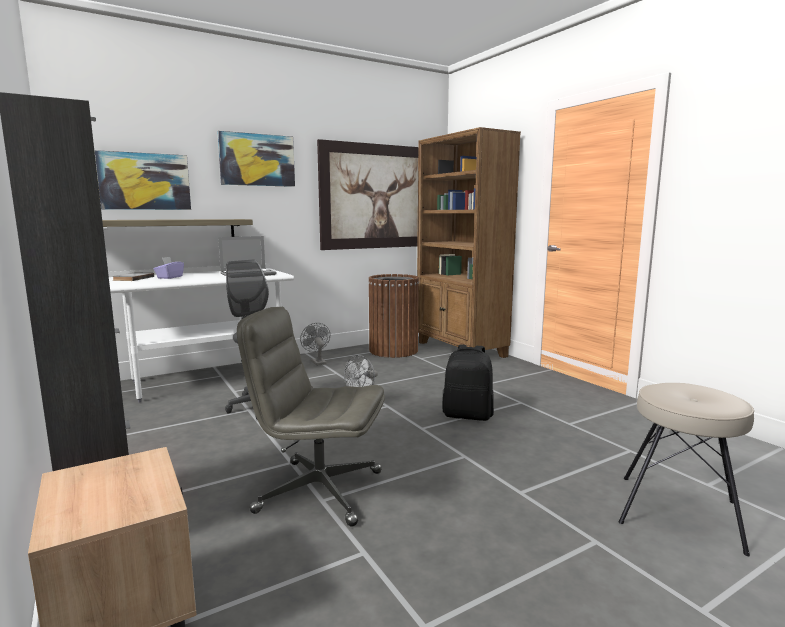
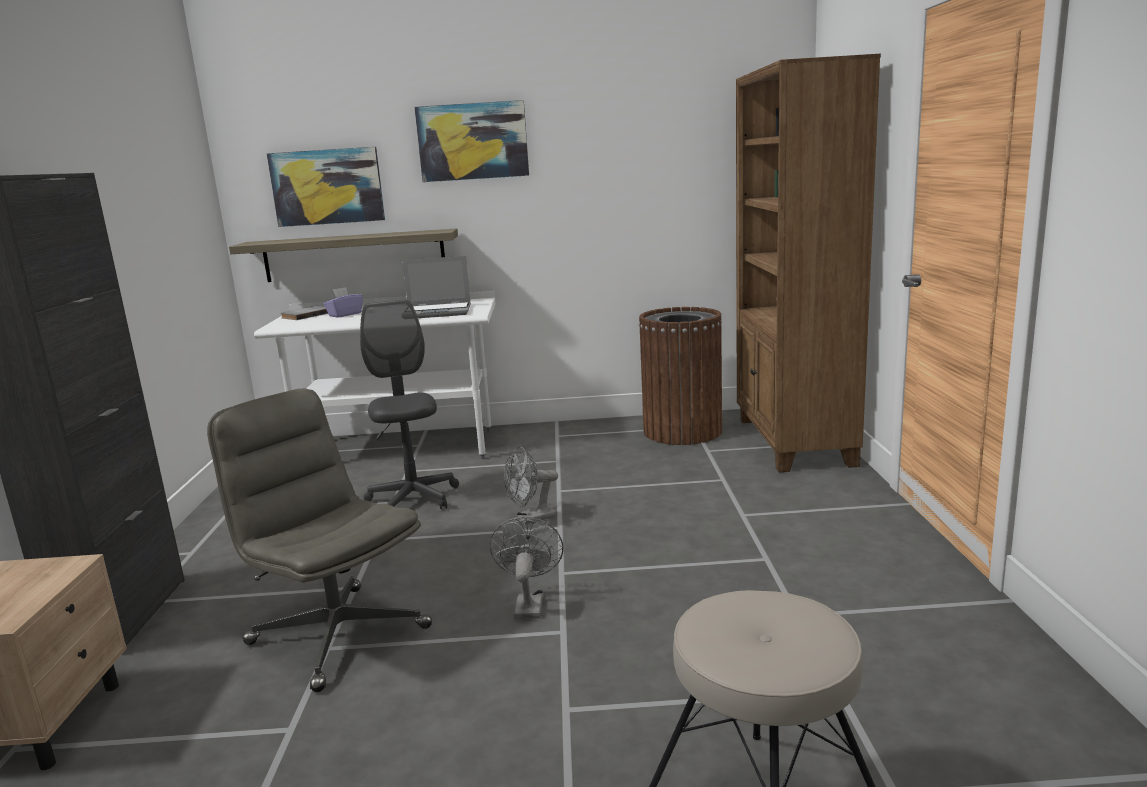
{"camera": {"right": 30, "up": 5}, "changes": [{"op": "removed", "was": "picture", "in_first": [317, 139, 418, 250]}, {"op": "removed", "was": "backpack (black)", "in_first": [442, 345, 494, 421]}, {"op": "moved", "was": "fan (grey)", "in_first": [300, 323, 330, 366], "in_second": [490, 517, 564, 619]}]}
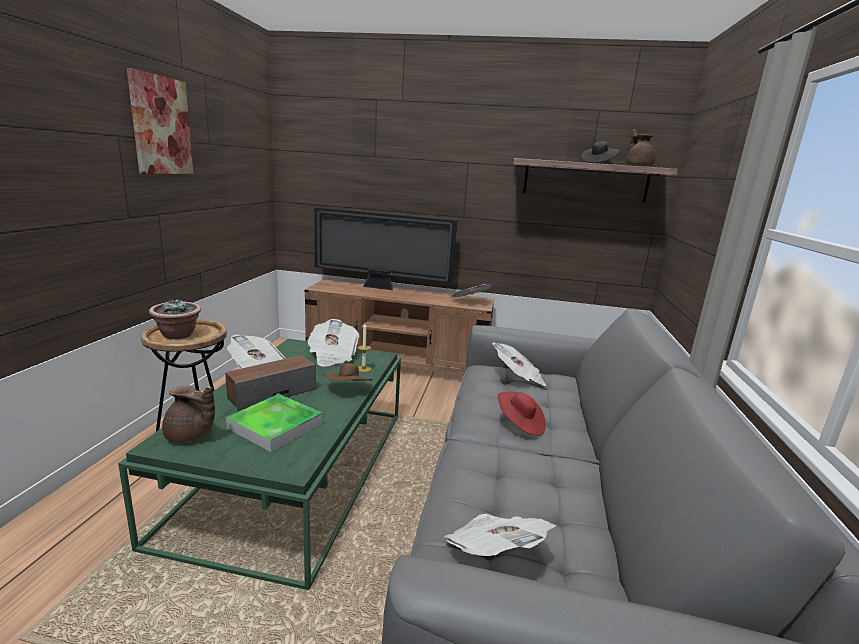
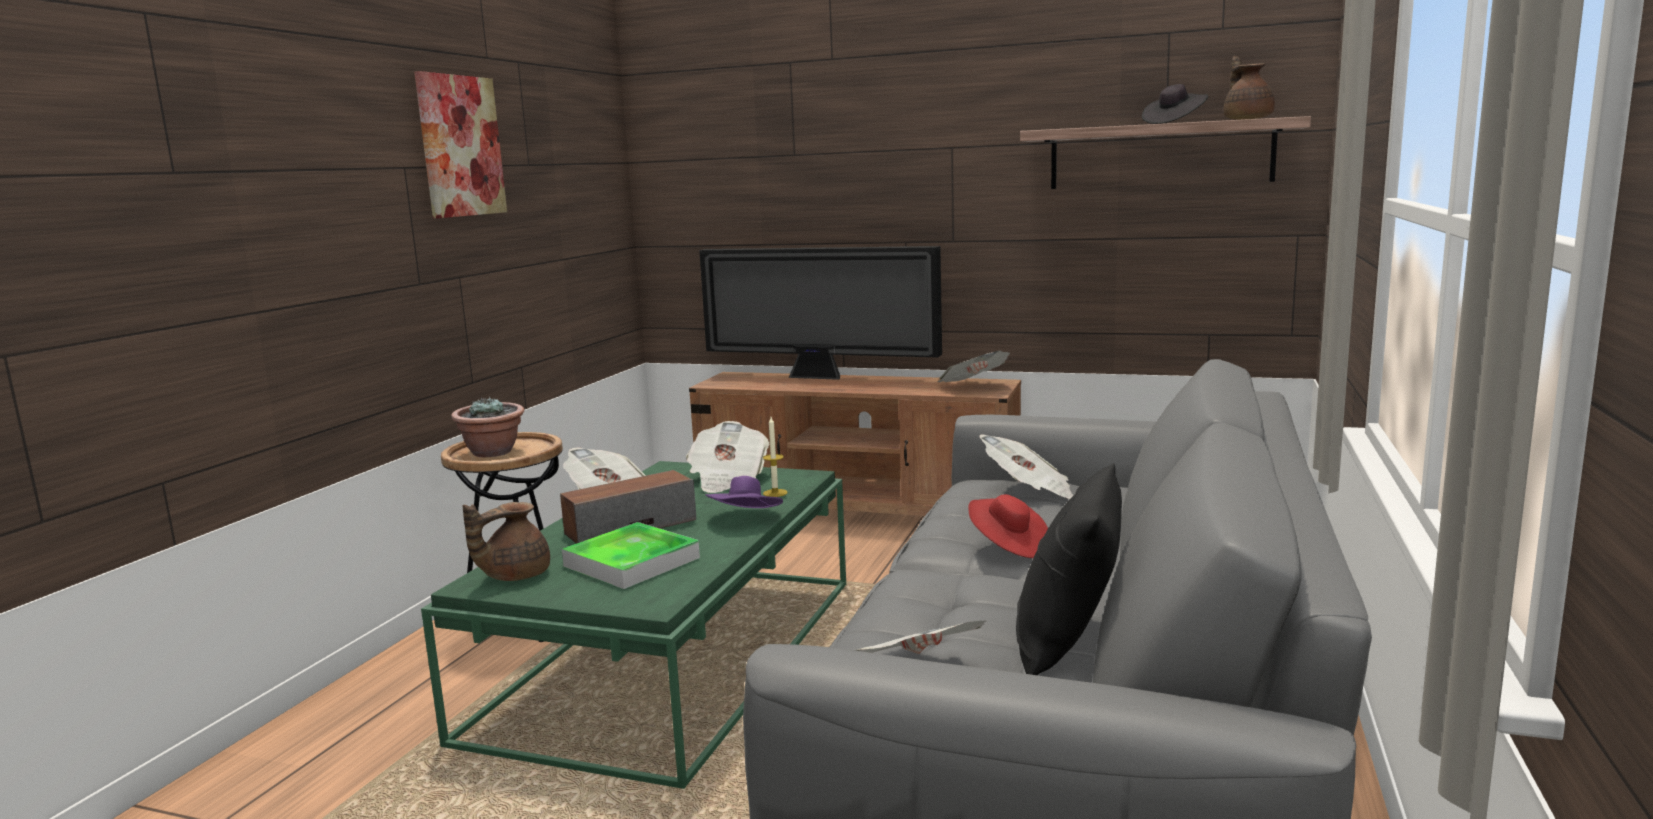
{"camera": {"right": 10, "up": -5}, "changes": [{"op": "added", "now": "pillow (black)", "in_second": [1016, 463, 1122, 675]}, {"op": "recoloured", "was": "hat (brown)", "now": "hat (purple)", "in_first": [323, 363, 373, 381], "in_second": [705, 476, 783, 508]}, {"op": "turned", "was": "teapot (brown)", "in_first": [162, 385, 215, 442], "in_second": [462, 502, 550, 581], "clockwise": 105}]}
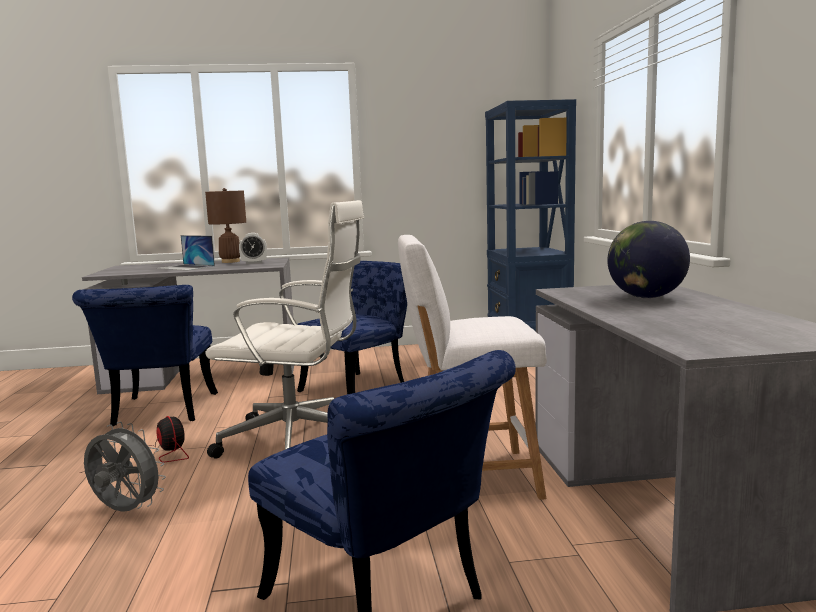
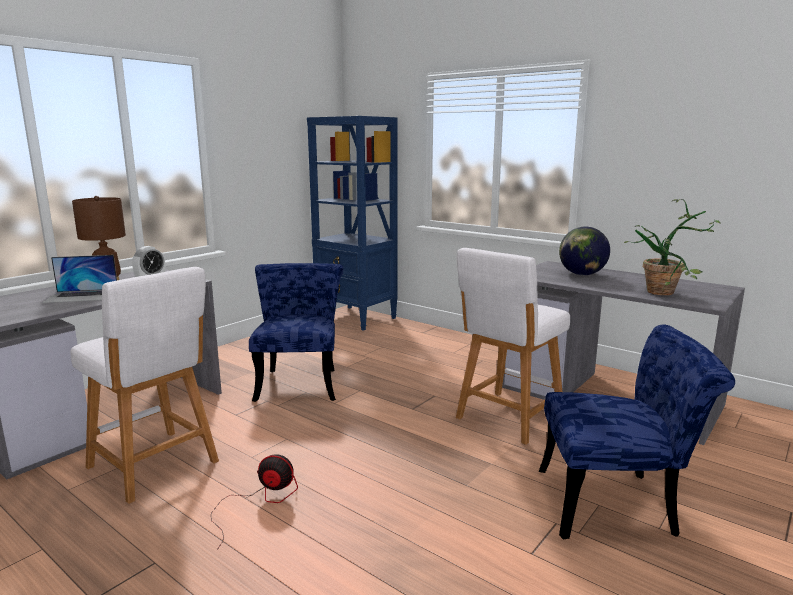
{"camera": {"right": -45, "up": 5}, "changes": [{"op": "removed", "was": "fan (grey)", "in_first": [84, 422, 166, 512]}, {"op": "removed", "was": "office chair (white)", "in_first": [205, 200, 364, 459]}, {"op": "added", "now": "potted plant", "in_second": [624, 199, 721, 295]}, {"op": "replaced", "was": "chair (blue)", "now": "stool (white)", "in_first": [72, 285, 218, 426], "in_second": [70, 267, 219, 504]}]}
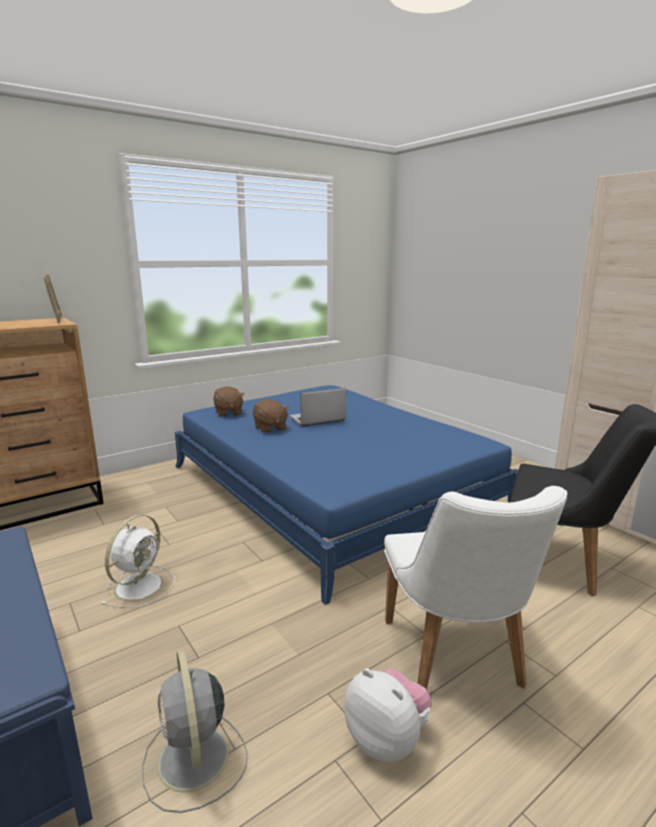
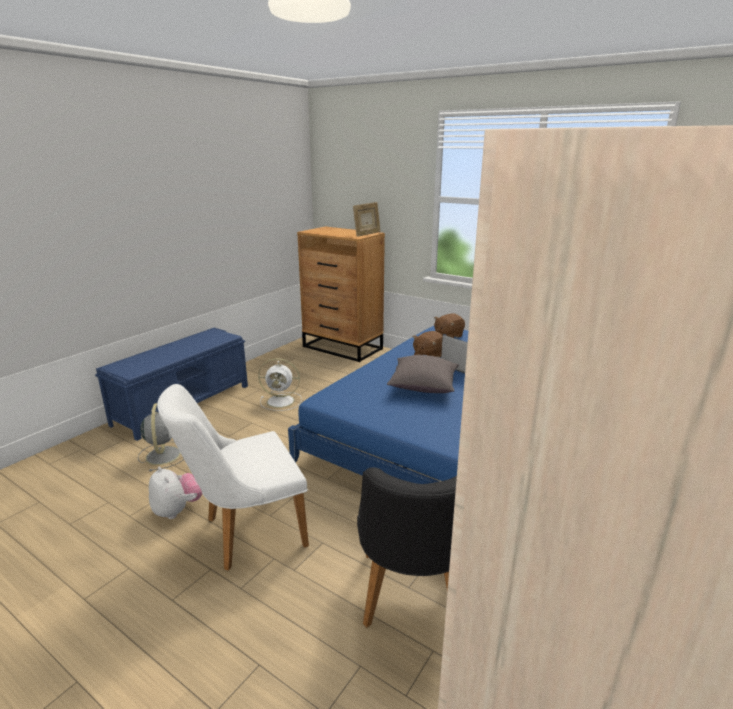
{"camera": {"right": 70, "up": 5}, "changes": [{"op": "added", "now": "pillow (grey)", "in_second": [387, 355, 459, 393]}, {"op": "turned", "was": "fan (grey)", "in_first": [142, 649, 248, 813], "in_second": [138, 403, 184, 471], "clockwise": 120}, {"op": "turned", "was": "plush toy", "in_first": [344, 668, 432, 762], "in_second": [149, 466, 202, 519], "clockwise": -60}]}
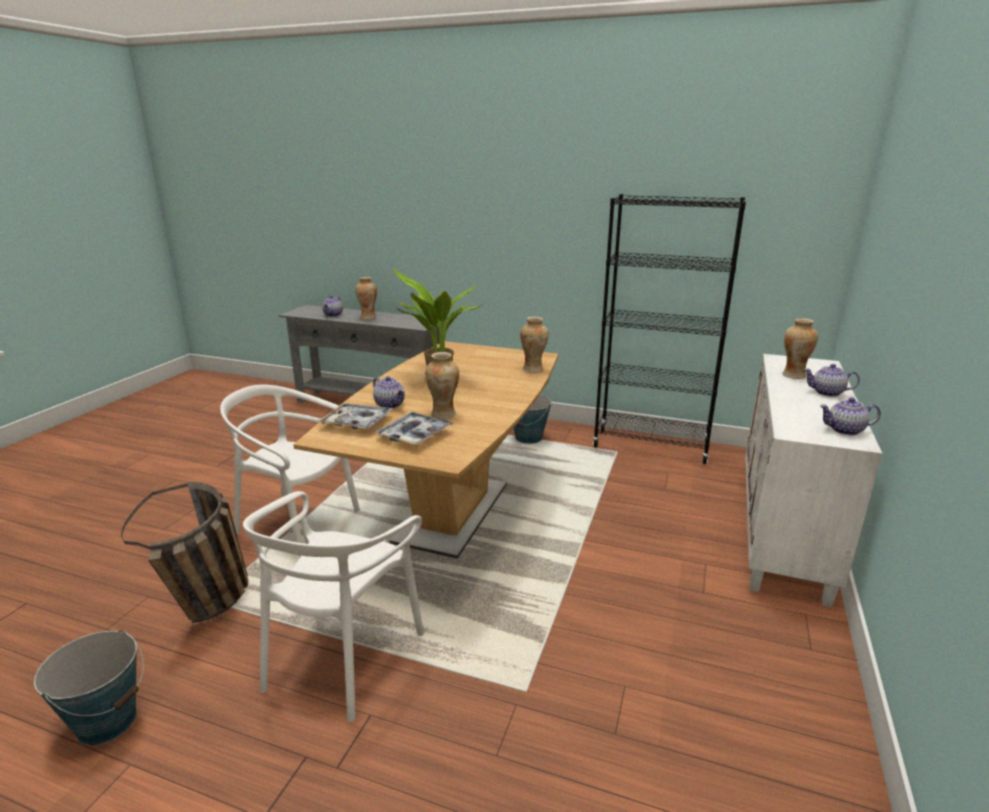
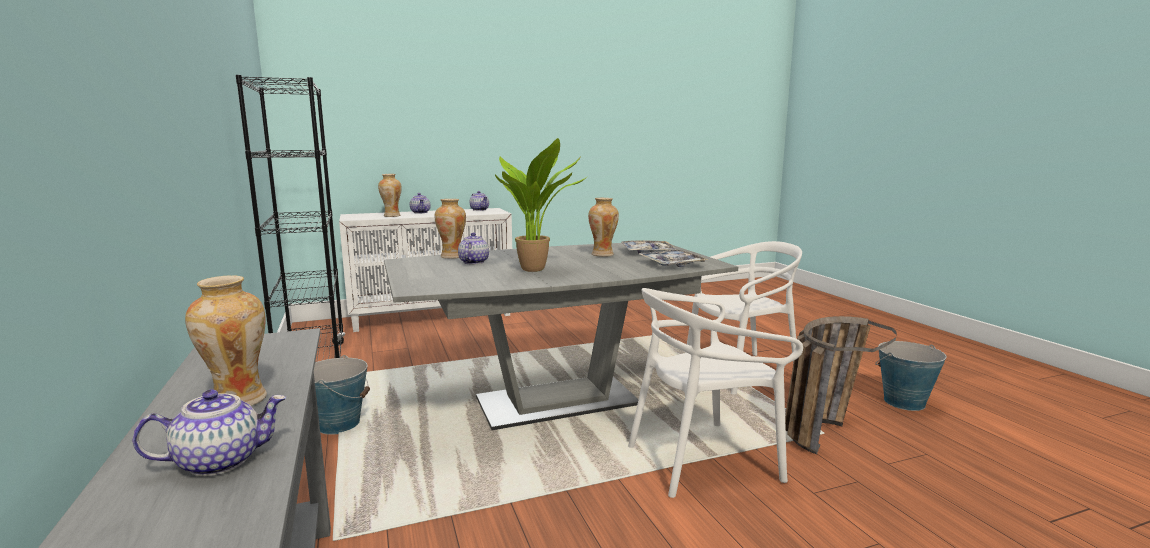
{"camera": {"right": -130, "up": -10}, "changes": [{"op": "moved", "was": "teapot", "in_first": [373, 376, 405, 408], "in_second": [458, 233, 489, 264]}, {"op": "recoloured", "was": "dining table (brown)", "now": "dining table (grey)", "in_first": [293, 342, 558, 559], "in_second": [384, 243, 738, 430]}, {"op": "turned", "was": "chair (white)", "in_first": [220, 385, 360, 558], "in_second": [628, 288, 803, 498], "clockwise": 90}]}
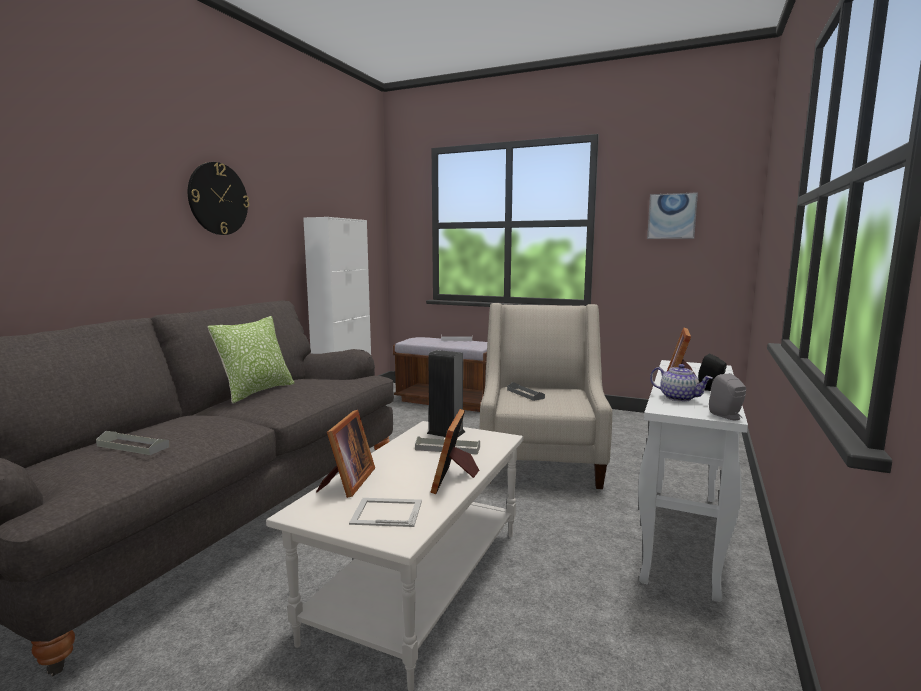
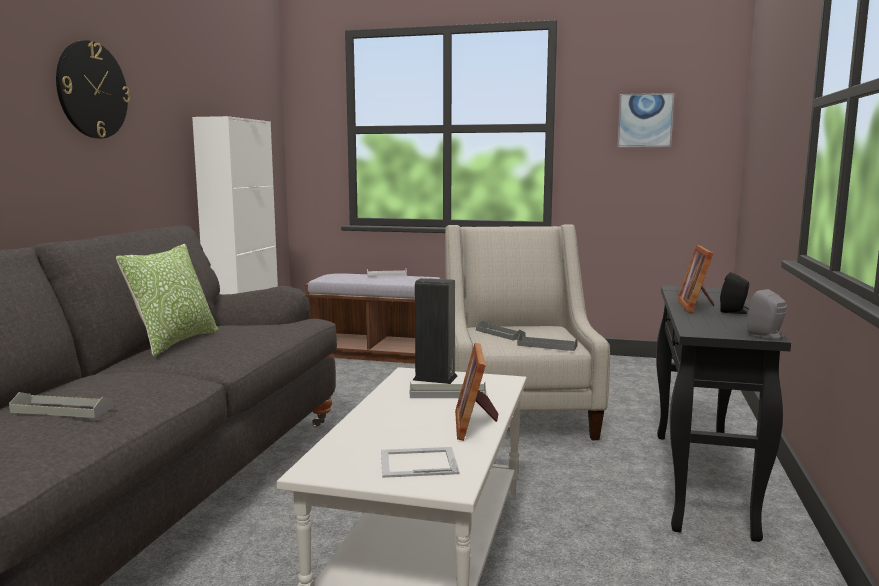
{"camera": {"right": -10, "up": 0}, "changes": [{"op": "removed", "was": "picture frame", "in_first": [316, 410, 375, 498]}, {"op": "removed", "was": "teapot", "in_first": [650, 364, 712, 402]}, {"op": "added", "now": "tray (grey)", "in_second": [517, 334, 578, 351]}, {"op": "recoloured", "was": "console table (white)", "now": "console table (black)", "in_first": [638, 360, 748, 602], "in_second": [656, 285, 791, 542]}]}
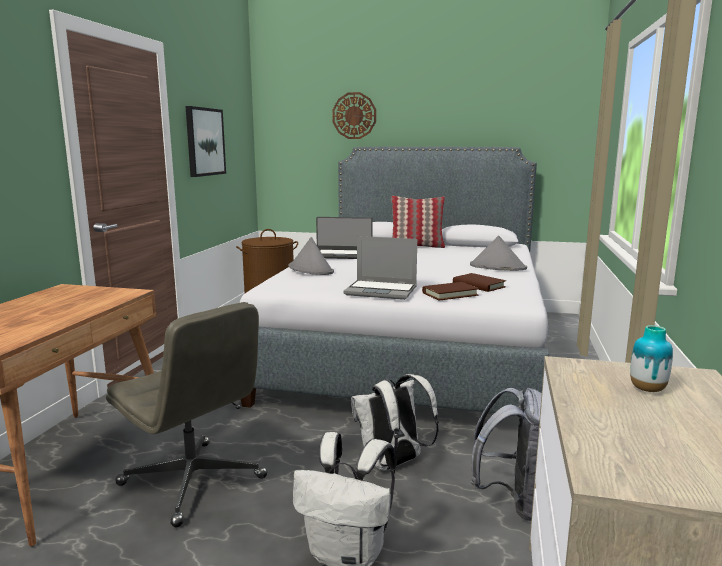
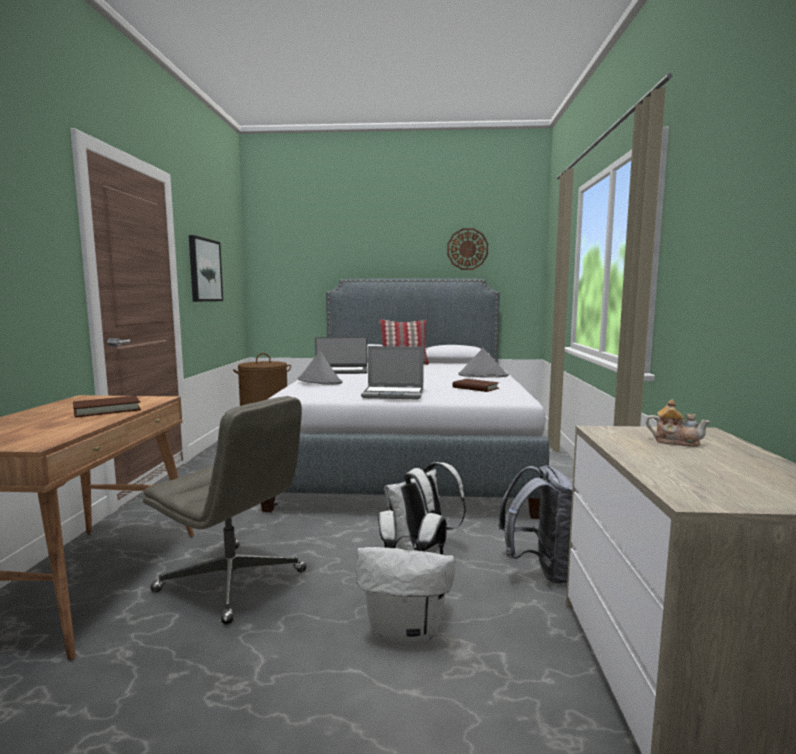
{"camera": {"right": -10, "up": -5}, "changes": [{"op": "moved", "was": "wall clock", "in_first": [332, 92, 376, 139], "in_second": [447, 228, 488, 270]}, {"op": "moved", "was": "book (brown)", "in_first": [422, 282, 479, 301], "in_second": [73, 396, 141, 417]}, {"op": "replaced", "was": "vase", "now": "teapot", "in_first": [630, 325, 673, 392], "in_second": [646, 399, 711, 447]}]}
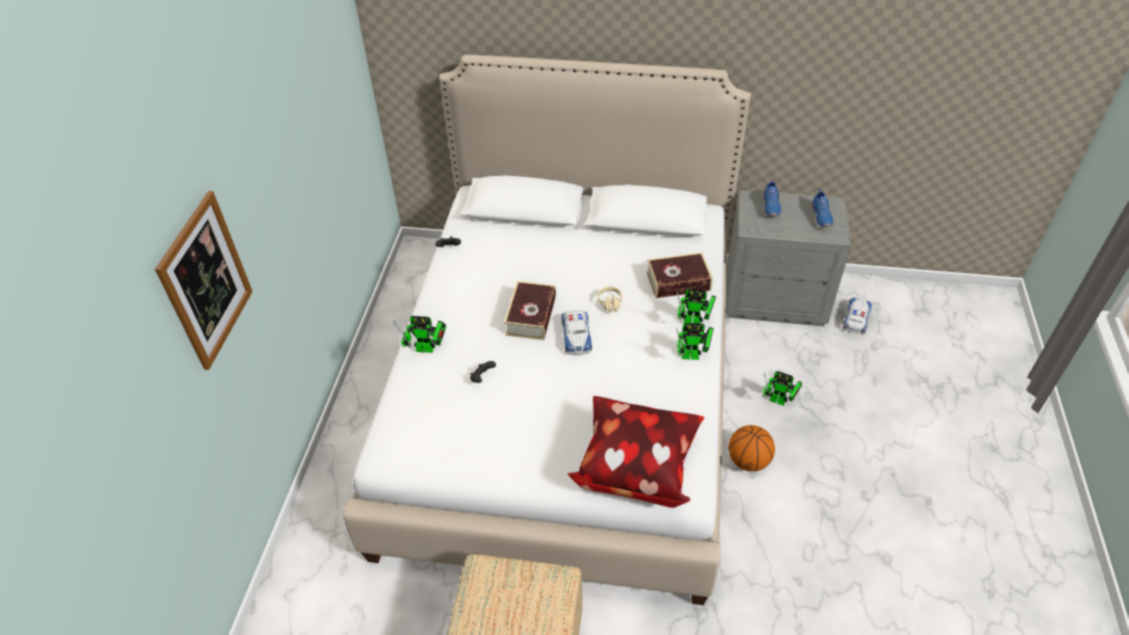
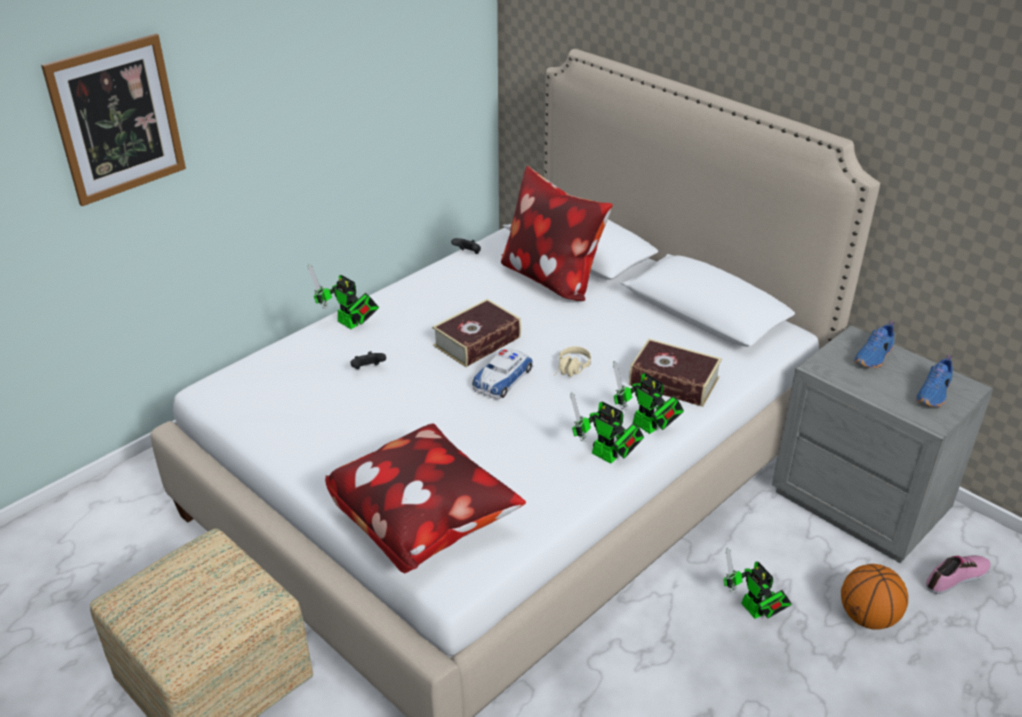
{"camera": {"right": 35, "up": -10}, "changes": [{"op": "added", "now": "pillow", "in_second": [501, 166, 613, 301]}, {"op": "moved", "was": "basketball", "in_first": [728, 425, 775, 471], "in_second": [841, 564, 908, 630]}, {"op": "replaced", "was": "toy car", "now": "shoe", "in_first": [842, 298, 872, 335], "in_second": [926, 555, 991, 594]}]}
